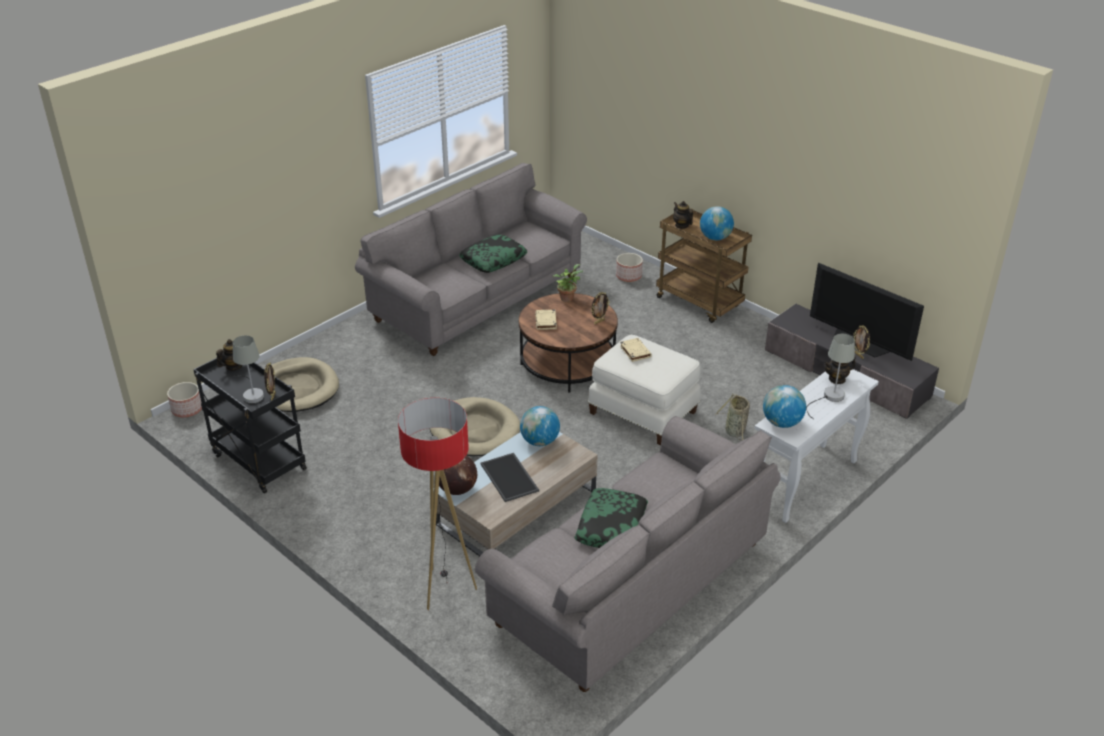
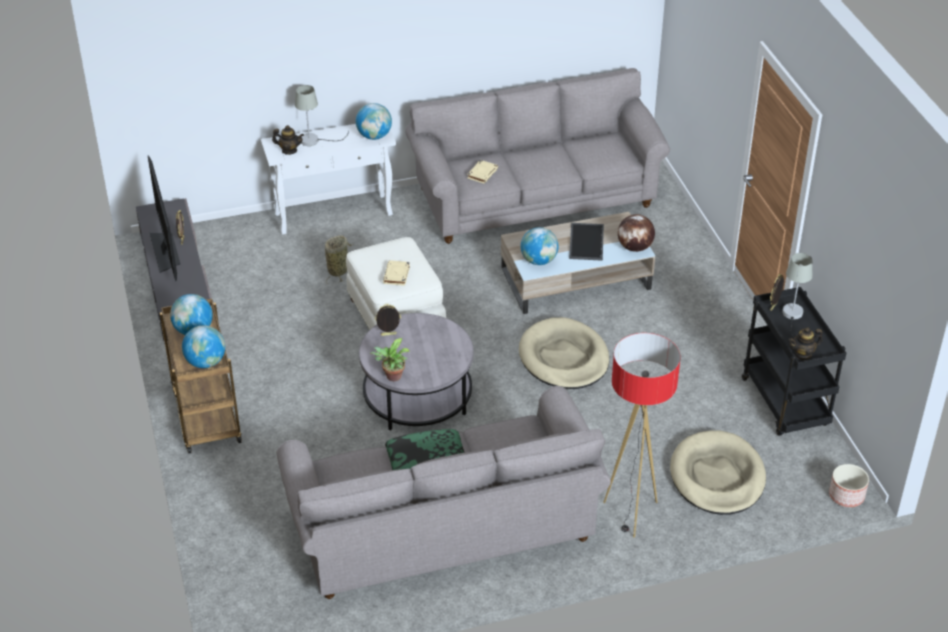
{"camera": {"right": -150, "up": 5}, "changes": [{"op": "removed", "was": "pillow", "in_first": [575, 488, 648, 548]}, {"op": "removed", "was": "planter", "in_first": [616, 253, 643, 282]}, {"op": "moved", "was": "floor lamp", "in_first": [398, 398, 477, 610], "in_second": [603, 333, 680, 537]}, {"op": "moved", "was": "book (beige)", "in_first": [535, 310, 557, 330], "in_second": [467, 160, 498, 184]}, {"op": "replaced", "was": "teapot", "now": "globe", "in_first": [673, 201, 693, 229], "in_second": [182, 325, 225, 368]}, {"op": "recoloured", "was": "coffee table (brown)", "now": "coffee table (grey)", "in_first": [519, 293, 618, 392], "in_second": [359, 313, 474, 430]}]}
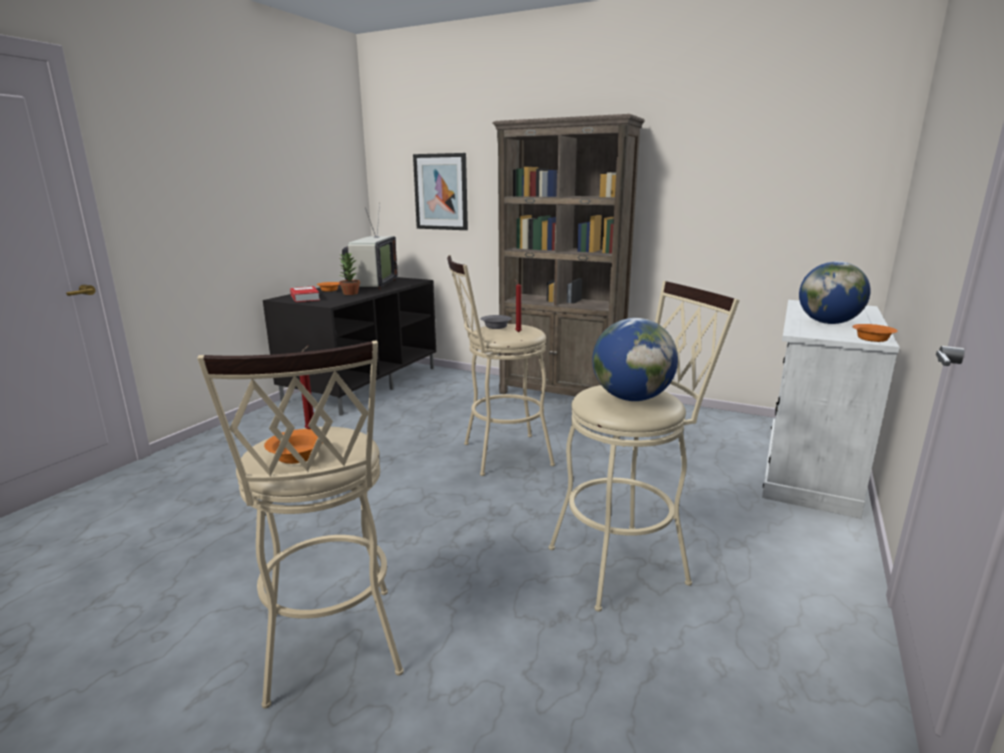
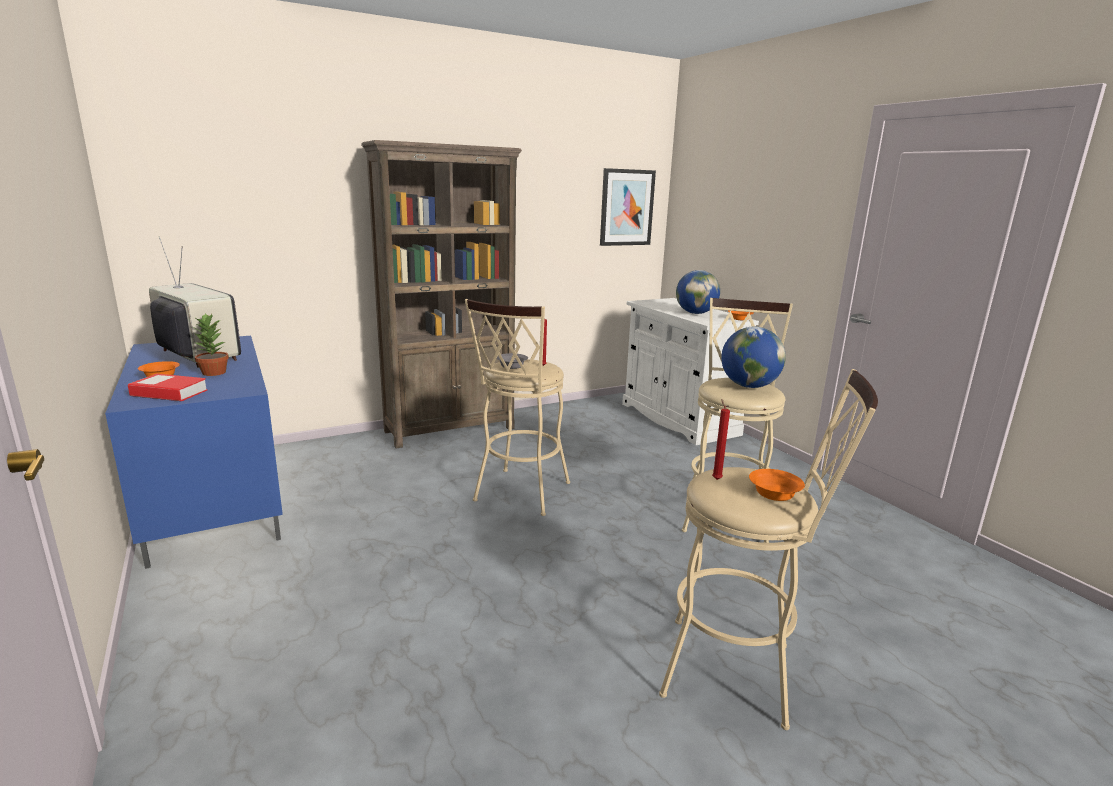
{"camera": {"right": -55, "up": 0}, "changes": [{"op": "moved", "was": "picture", "in_first": [413, 153, 468, 230], "in_second": [600, 168, 656, 246]}, {"op": "recoloured", "was": "tv stand (black)", "now": "tv stand (blue)", "in_first": [263, 277, 436, 416], "in_second": [105, 336, 283, 569]}]}
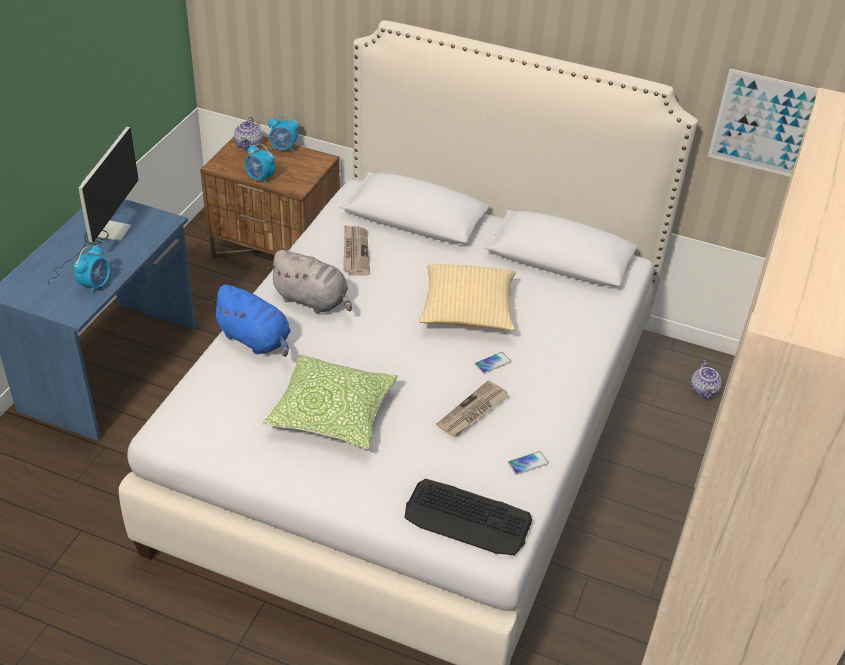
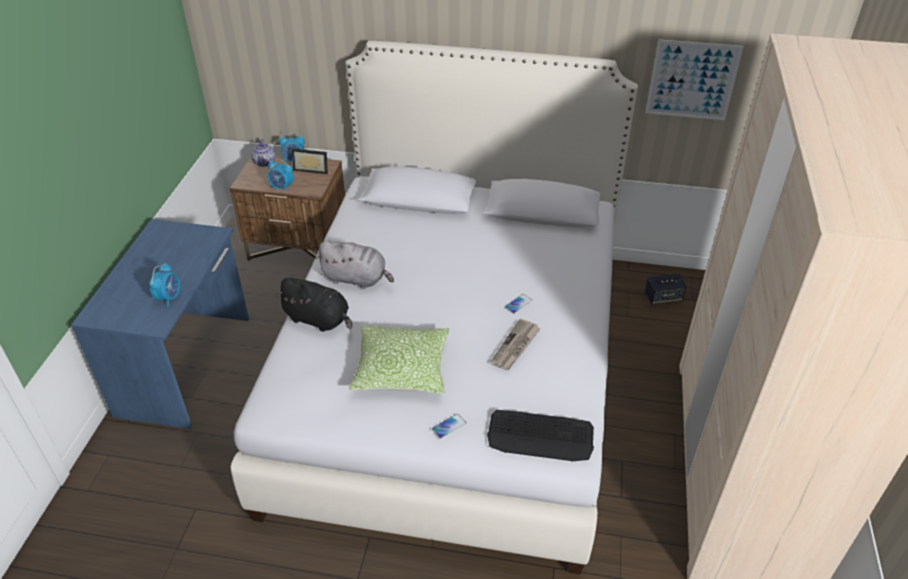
{"camera": {"right": -10, "up": 0}, "changes": [{"op": "removed", "was": "monitor", "in_first": [48, 127, 139, 285]}, {"op": "removed", "was": "newspaper", "in_first": [343, 225, 370, 276]}, {"op": "removed", "was": "pillow", "in_first": [419, 264, 516, 331]}, {"op": "added", "now": "picture frame", "in_second": [291, 149, 328, 174]}, {"op": "moved", "was": "phone", "in_first": [508, 451, 549, 475], "in_second": [432, 414, 467, 439]}, {"op": "replaced", "was": "teapot", "now": "speaker", "in_first": [691, 360, 722, 399], "in_second": [645, 274, 687, 304]}, {"op": "recoloured", "was": "plush toy (blue)", "now": "plush toy (black)", "in_first": [210, 285, 291, 357], "in_second": [275, 277, 352, 332]}]}
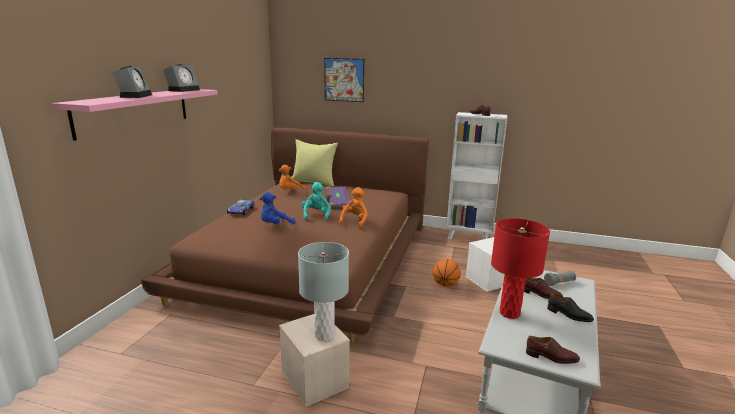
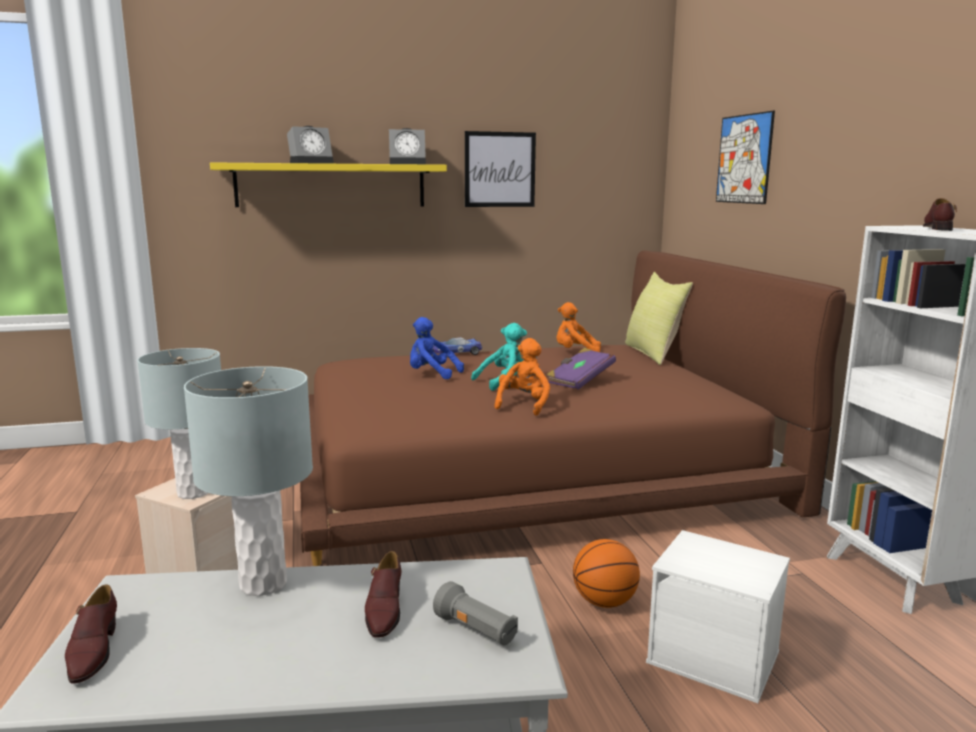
{"camera": {"right": 60, "up": -5}, "changes": [{"op": "removed", "was": "shoe (black)", "in_first": [547, 294, 594, 322]}, {"op": "added", "now": "picture", "in_second": [465, 131, 536, 207]}, {"op": "recoloured", "was": "shelf (pink)", "now": "shelf (yellow)", "in_first": [52, 89, 218, 141], "in_second": [210, 162, 447, 207]}, {"op": "recoloured", "was": "table lamp (red)", "now": "table lamp (grey)", "in_first": [491, 218, 550, 319], "in_second": [184, 366, 313, 596]}, {"op": "turned", "was": "plush toy (orange)", "in_first": [339, 187, 368, 228], "in_second": [494, 338, 550, 416], "clockwise": -60}]}
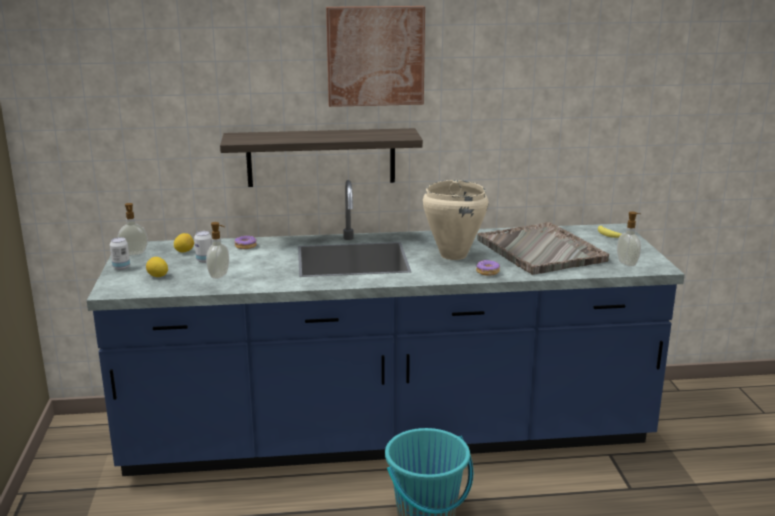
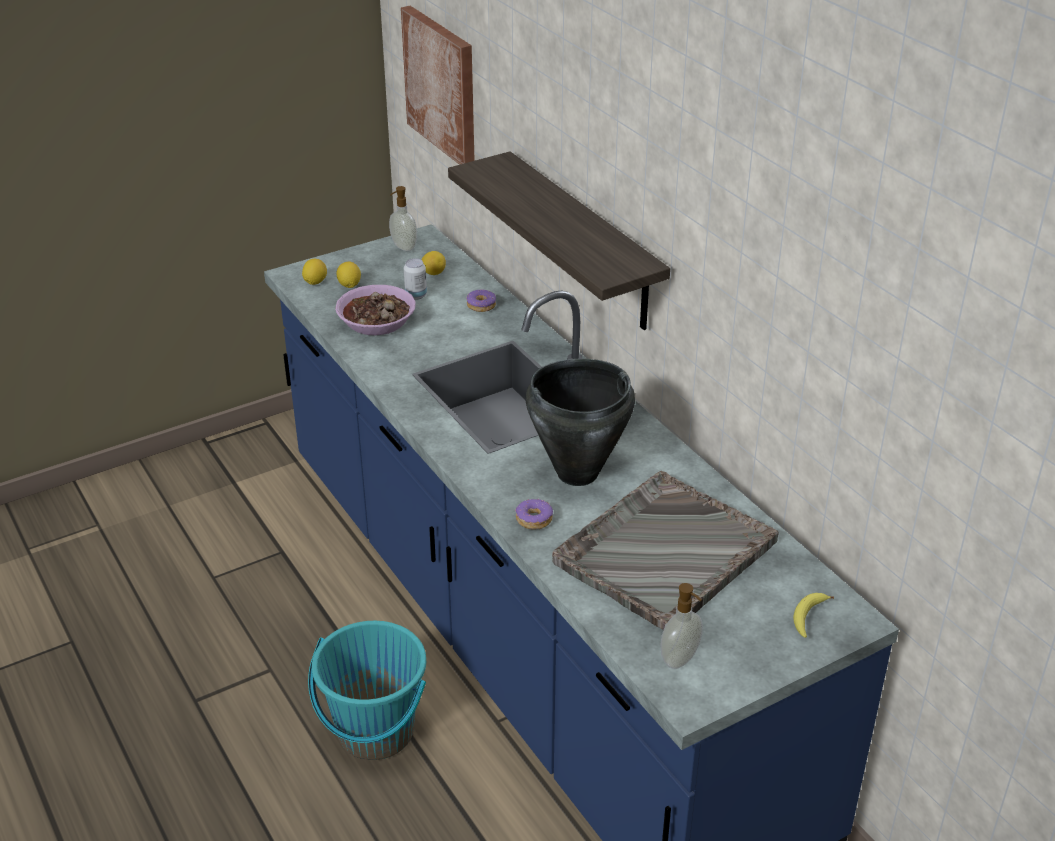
{"camera": {"right": 65, "up": 15}, "changes": [{"op": "removed", "was": "can", "in_first": [110, 237, 130, 270]}, {"op": "added", "now": "lemon", "in_second": [302, 259, 327, 285]}, {"op": "moved", "was": "picture", "in_first": [326, 6, 425, 107], "in_second": [401, 6, 475, 165]}, {"op": "replaced", "was": "soap dispenser", "now": "bowl", "in_first": [206, 222, 229, 279], "in_second": [335, 285, 416, 335]}, {"op": "recoloured", "was": "cooking pot (beige)", "now": "cooking pot (black)", "in_first": [423, 180, 488, 260], "in_second": [525, 359, 635, 486]}]}
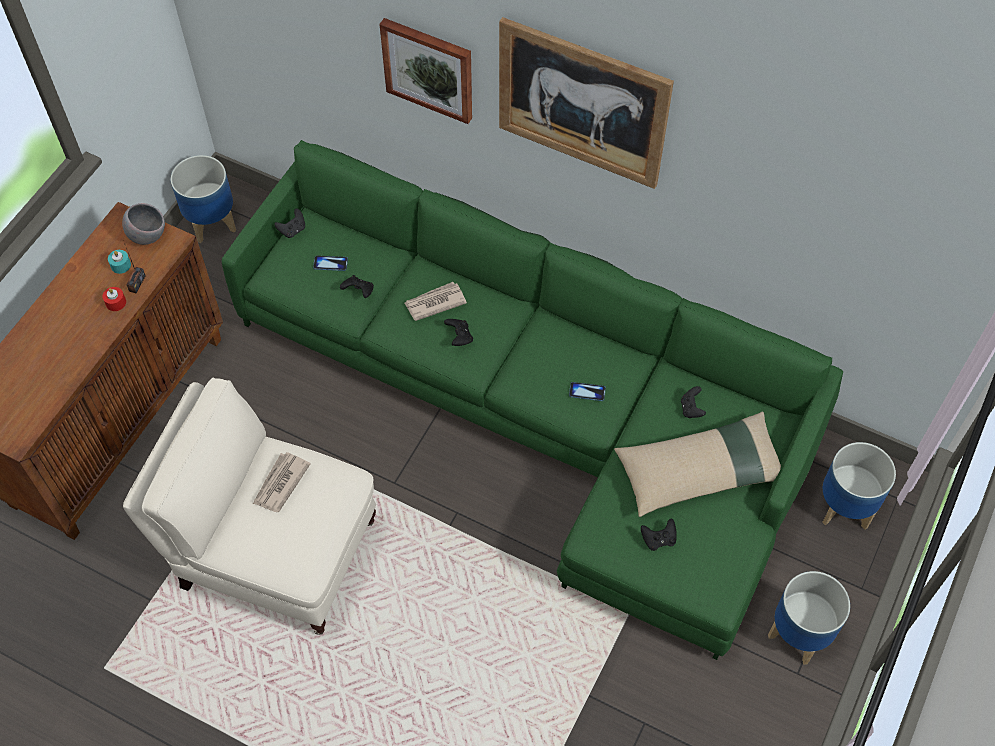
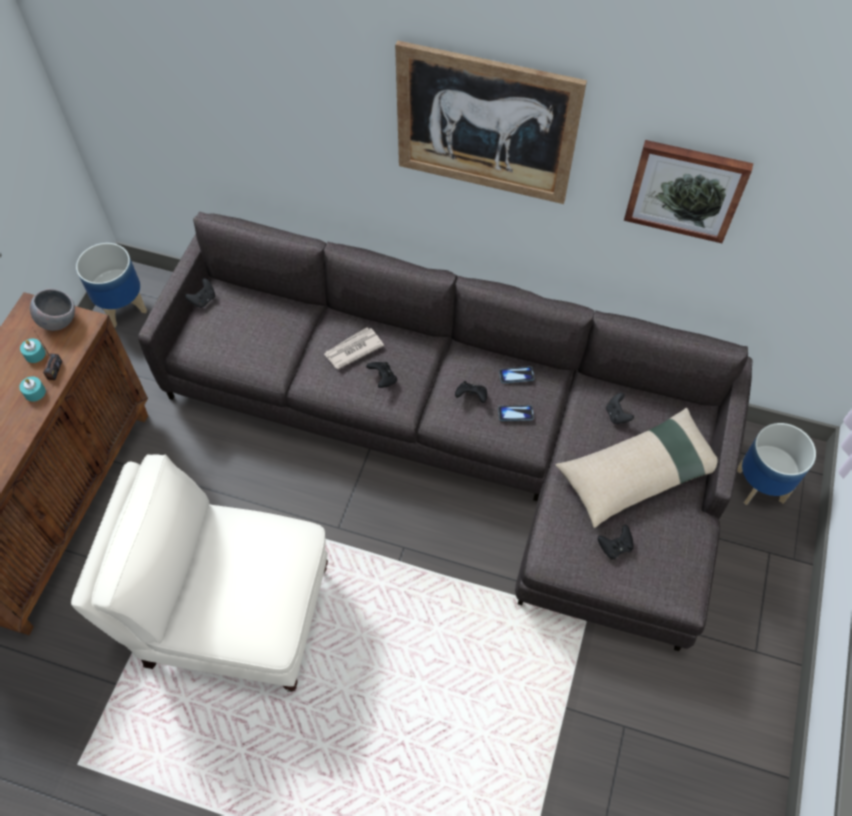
{"camera": {"right": -10, "up": 0}, "changes": [{"op": "removed", "was": "newspaper", "in_first": [253, 452, 311, 512]}, {"op": "removed", "was": "planter", "in_first": [768, 571, 850, 665]}, {"op": "moved", "was": "phone", "in_first": [313, 256, 348, 271], "in_second": [499, 366, 534, 383]}, {"op": "moved", "was": "game controller (black)", "in_first": [340, 275, 374, 298], "in_second": [455, 381, 487, 403]}, {"op": "moved", "was": "picture", "in_first": [379, 18, 472, 124], "in_second": [624, 140, 753, 243]}, {"op": "recoloured", "was": "candle (red)", "now": "candle (turquoise)", "in_first": [103, 287, 126, 311], "in_second": [19, 376, 46, 402]}, {"op": "recoloured", "was": "sofa (green)", "now": "sofa (grey)", "in_first": [222, 140, 843, 660], "in_second": [138, 211, 752, 651]}]}
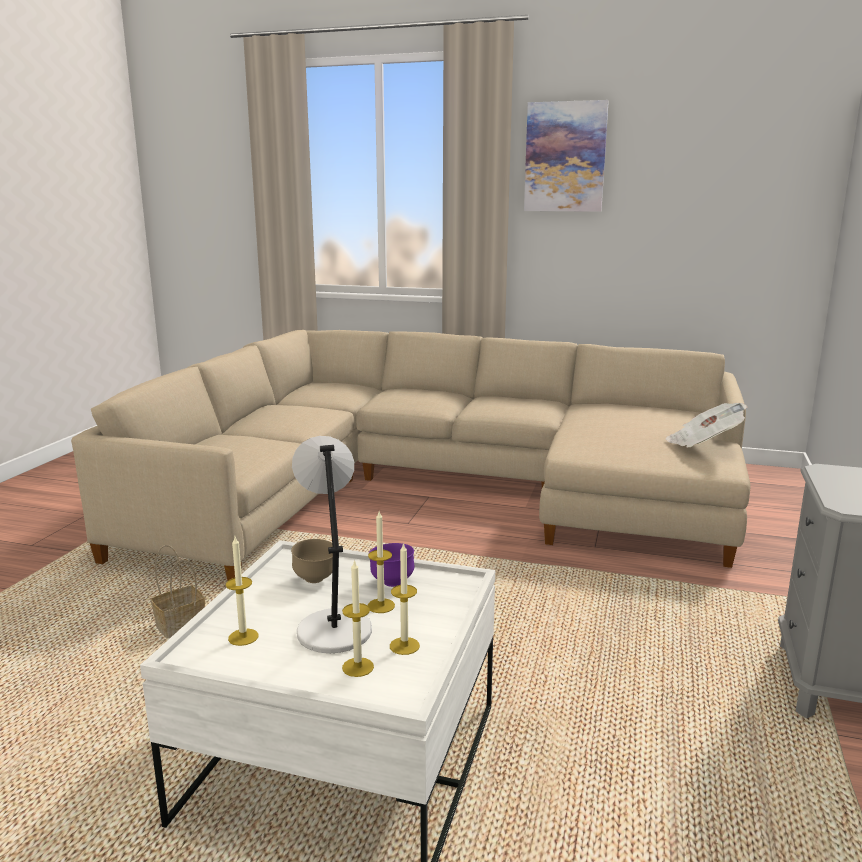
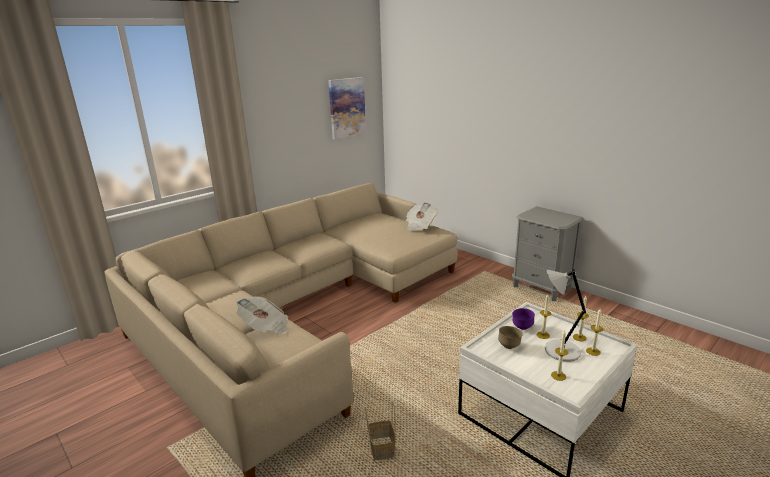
{"camera": {"right": -60, "up": 5}, "changes": [{"op": "added", "now": "newspaper", "in_second": [236, 297, 288, 334]}, {"op": "moved", "was": "picture", "in_first": [524, 100, 609, 212], "in_second": [328, 77, 366, 139]}]}
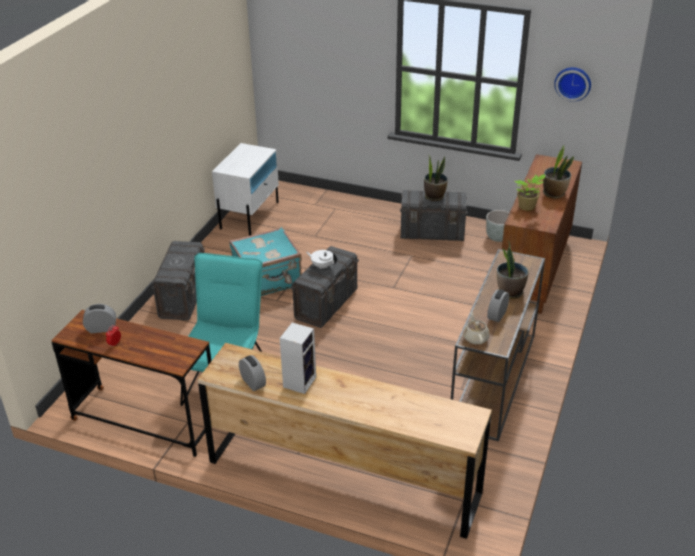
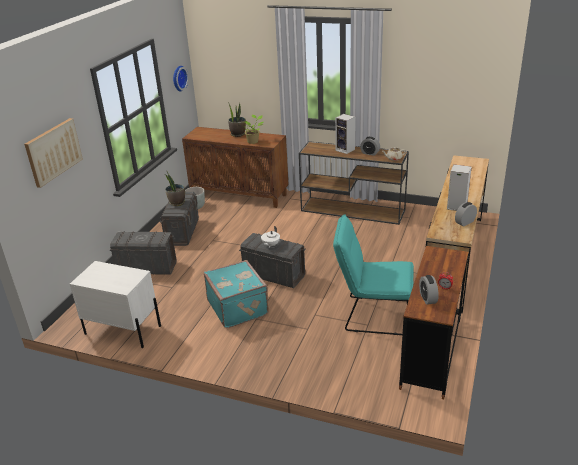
{"camera": {"right": -90, "up": -5}, "changes": [{"op": "added", "now": "picture", "in_second": [24, 118, 83, 188]}, {"op": "moved", "was": "storage box (grey)", "in_first": [151, 241, 205, 320], "in_second": [110, 231, 176, 275]}, {"op": "replaced", "was": "potted plant", "now": "speaker", "in_first": [497, 240, 529, 299], "in_second": [335, 114, 355, 154]}]}
